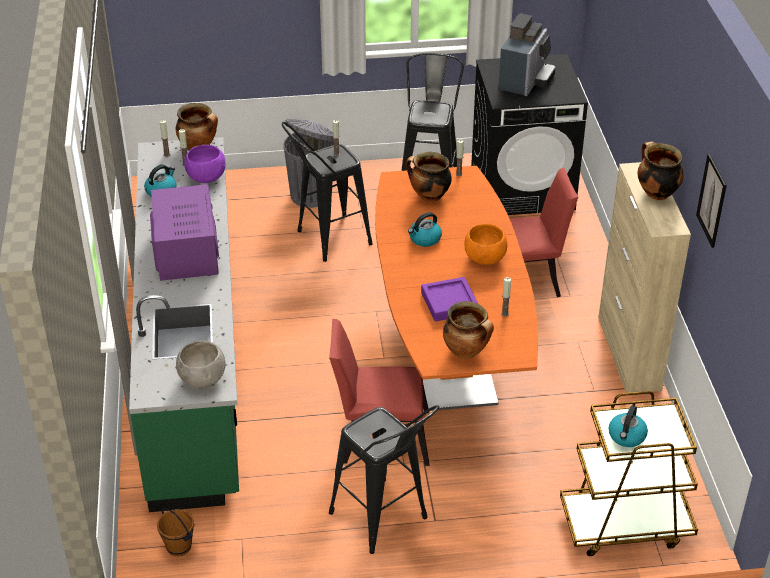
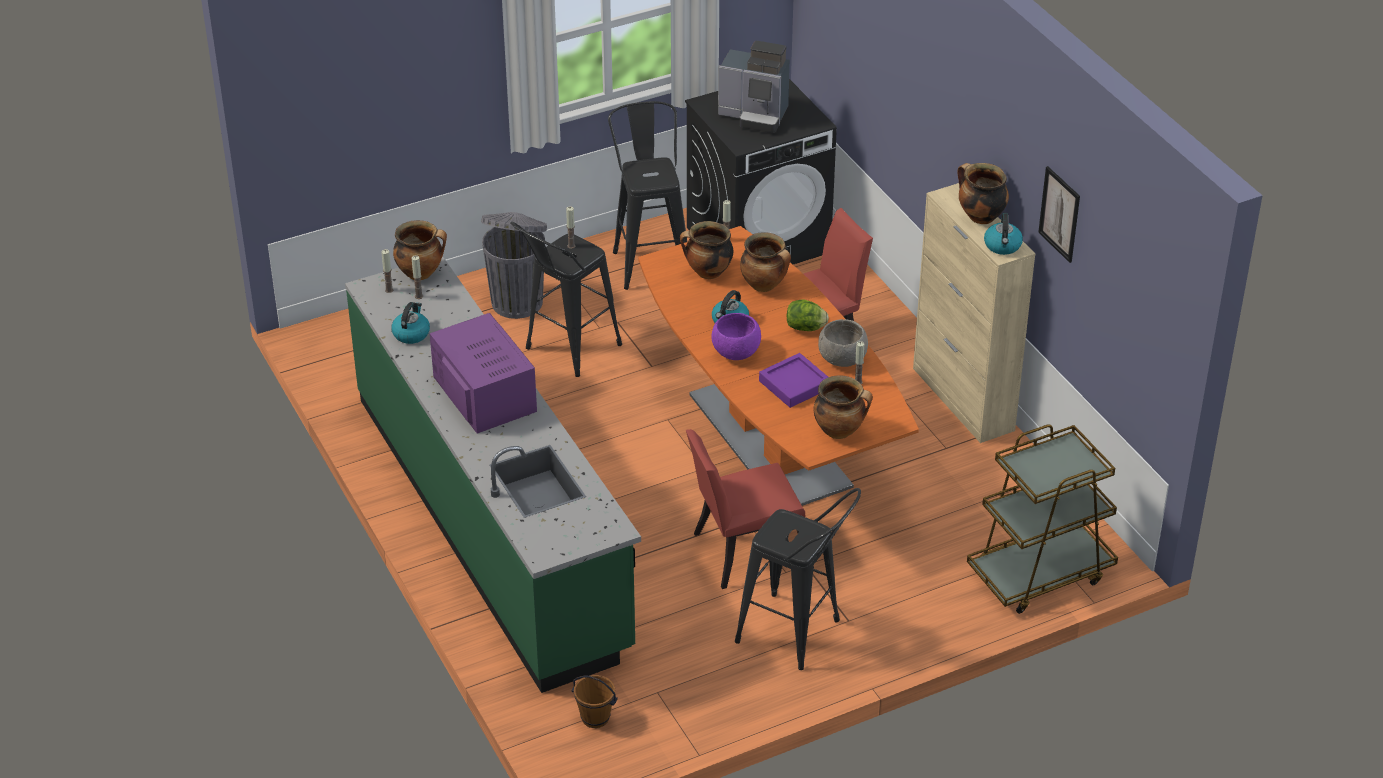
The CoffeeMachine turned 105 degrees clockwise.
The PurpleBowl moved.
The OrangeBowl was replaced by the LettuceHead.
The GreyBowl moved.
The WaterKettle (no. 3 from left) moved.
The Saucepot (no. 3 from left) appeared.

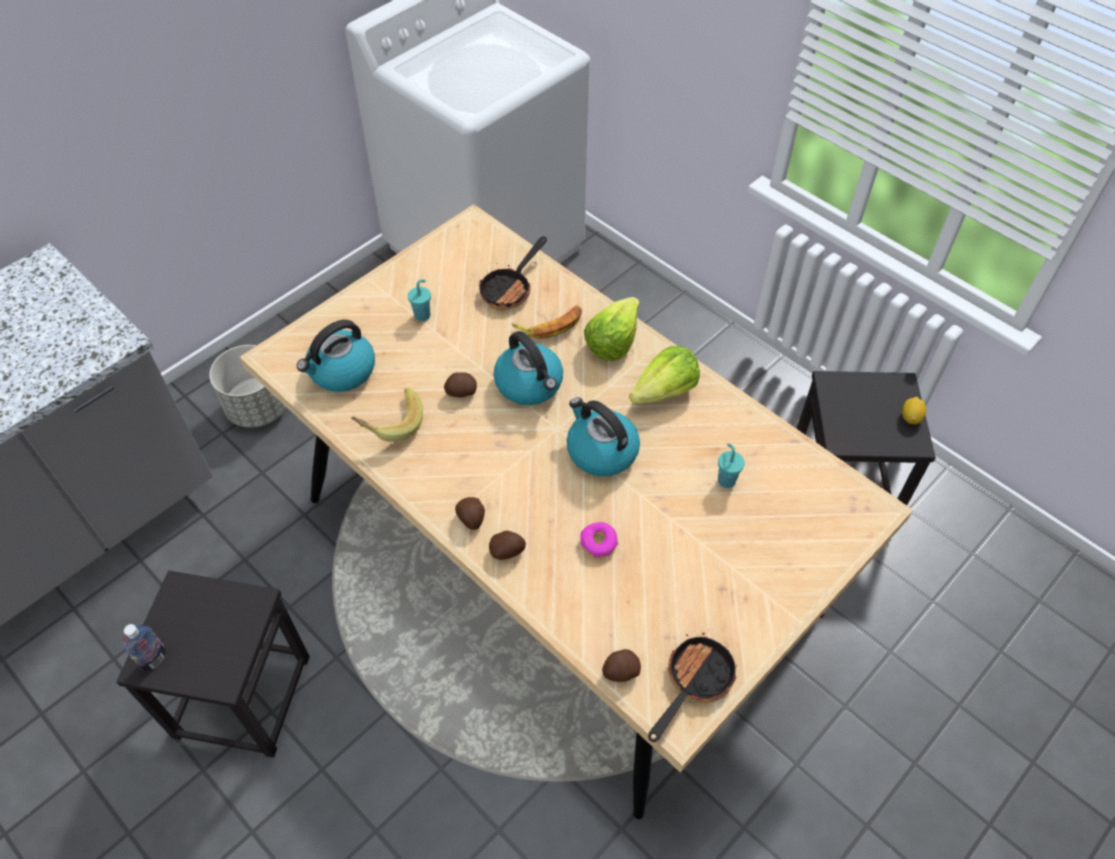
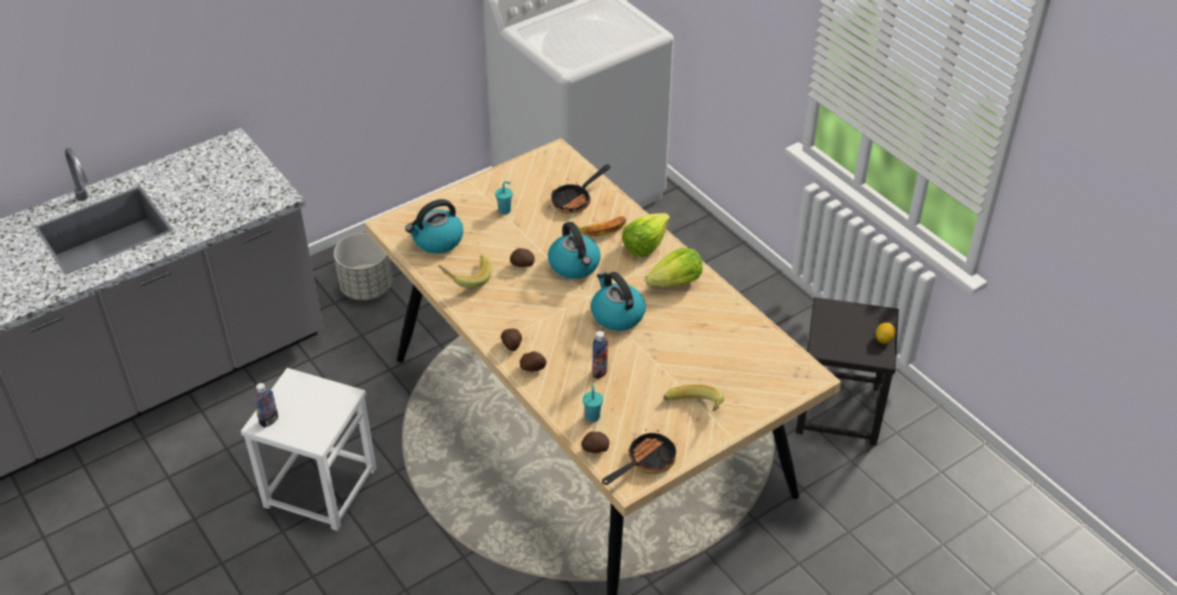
The BlueGreenCup (no. 2 from left) moved.
The Donut was replaced by the BeverageBottle (no. 2 from left).
The BlackishSittingStool (no. 1 from left) became the WhiteColouredSittingStool.
The WholeBanana (no. 3 from left) appeared.

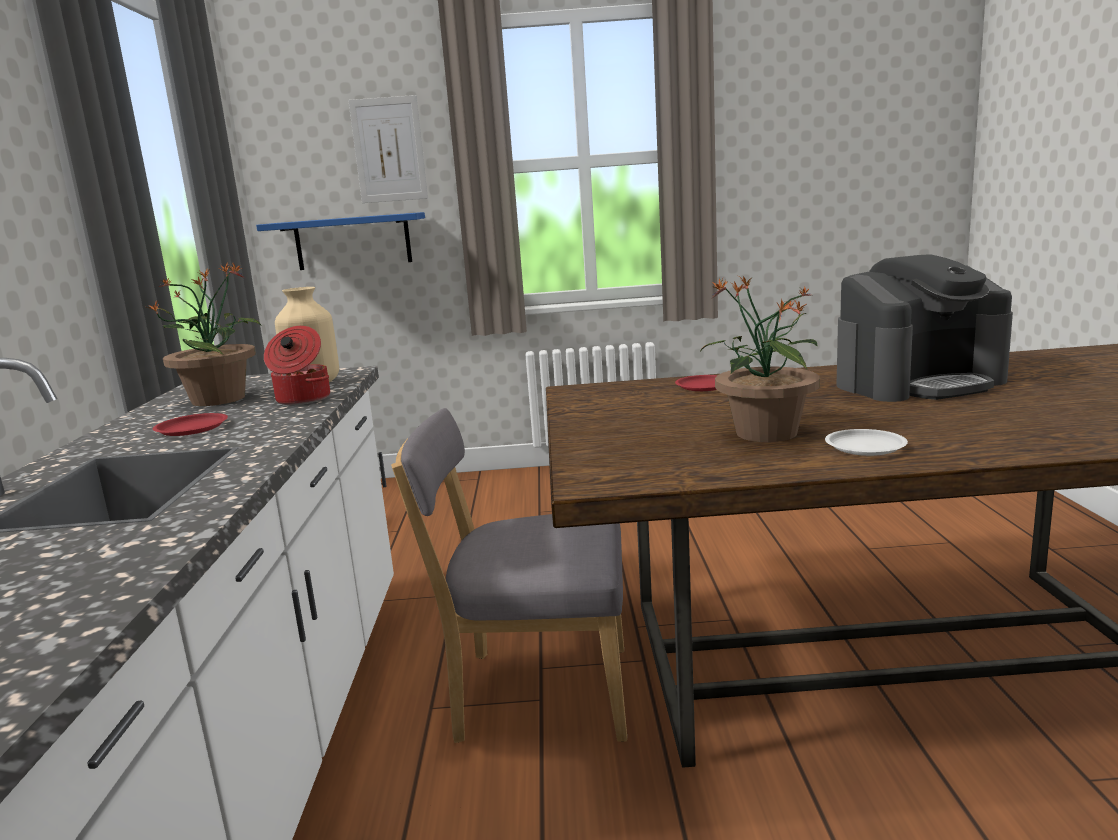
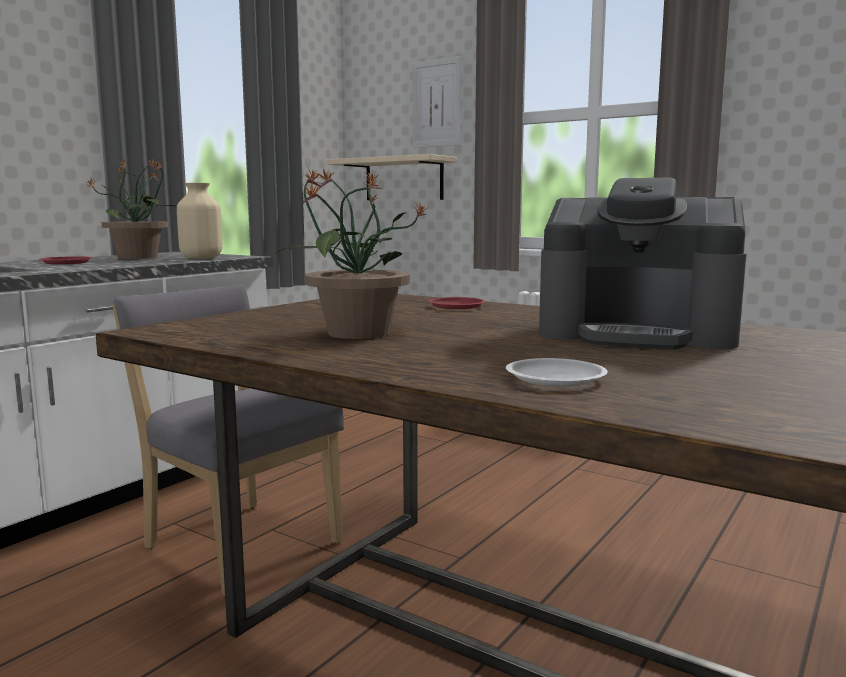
The BluishShelf became the SandColouredShelf.
The Saucepot disappeared.
The WhiteColouredFlatDish moved.

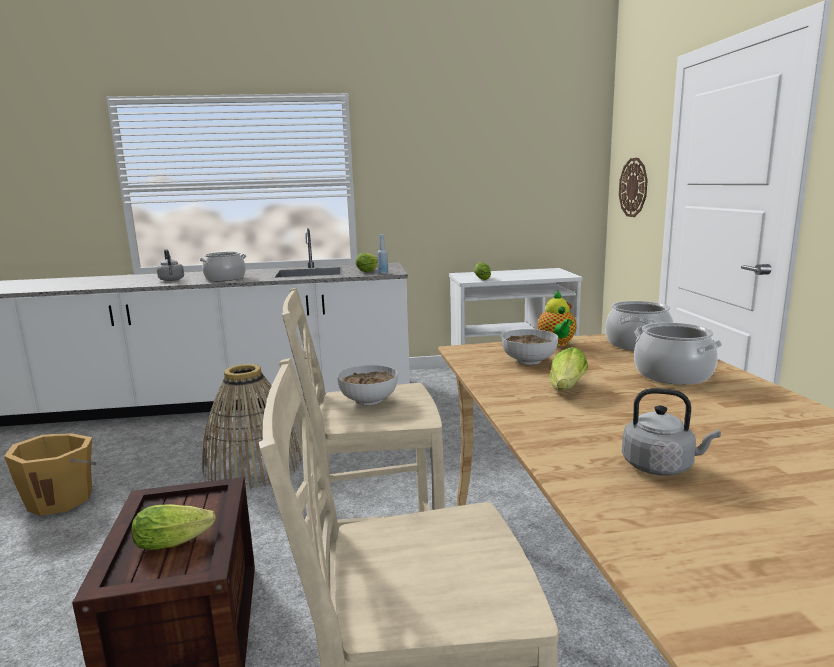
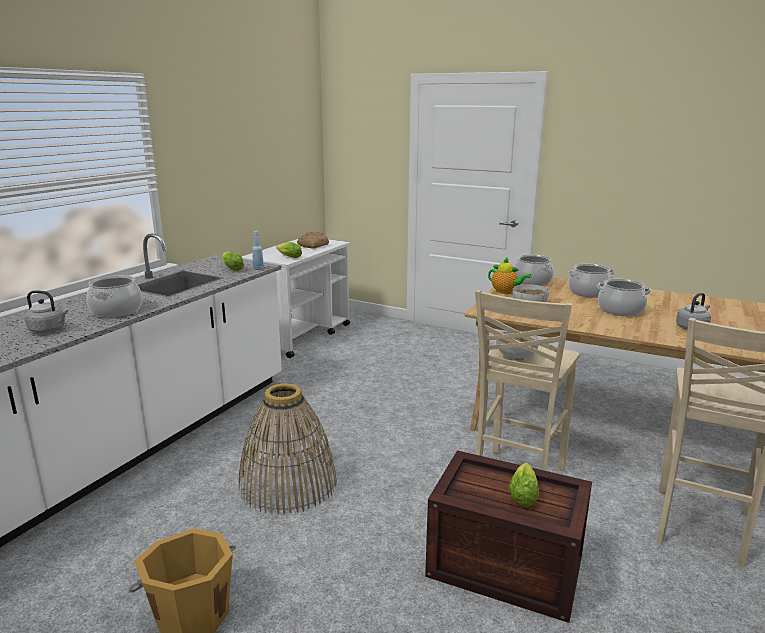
The WallClock disappeared.
The LettuceHead (no. 4 from left) disappeared.
The BakeryBread appeared.
The Saucepot (no. 4 from left) appeared.

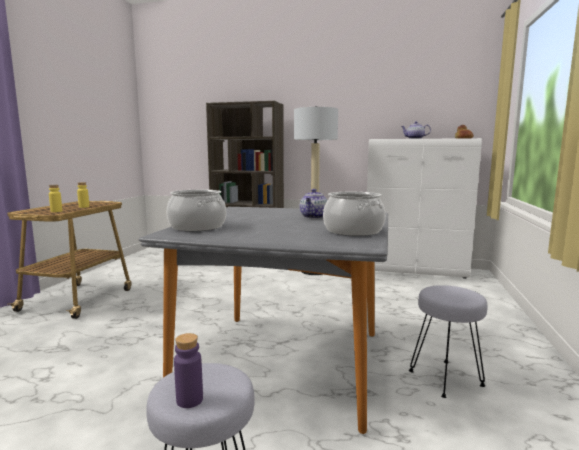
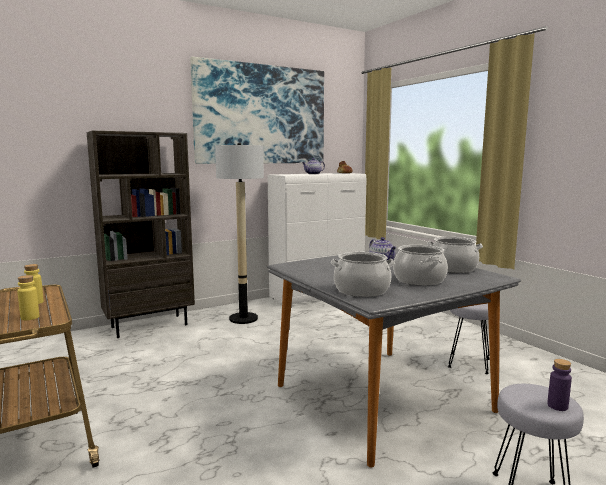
The WallPicture appeared.
The Saucepot (no. 2 from left) appeared.

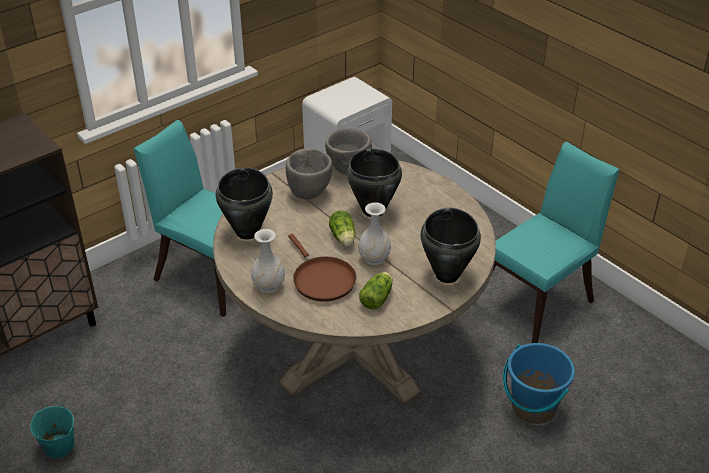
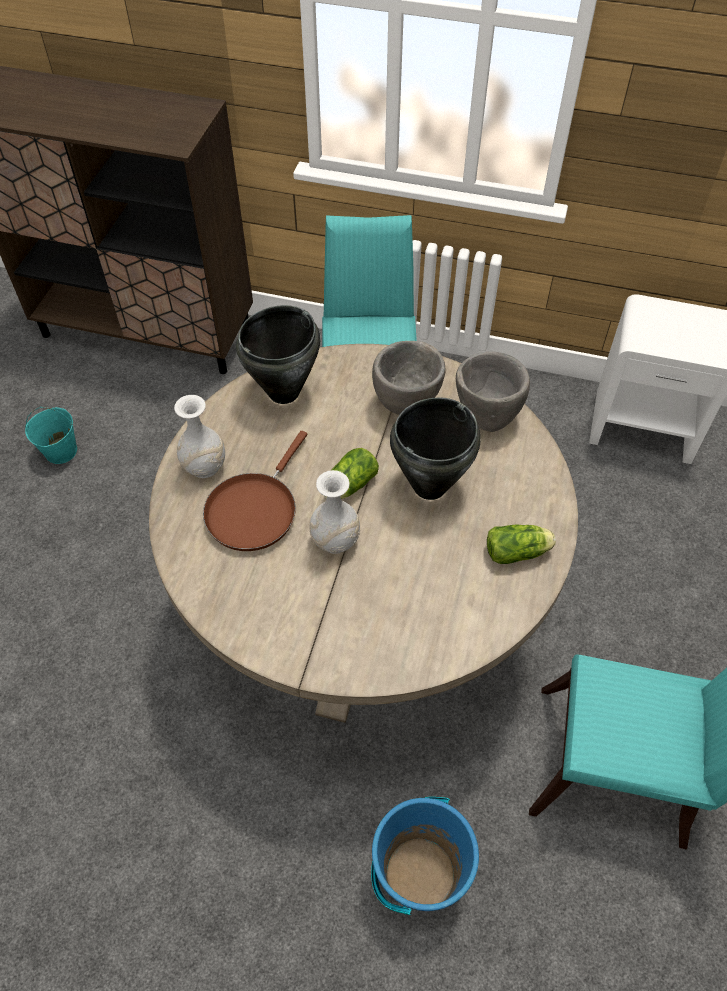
The BlackishSaucepot (no. 3 from left) disappeared.
The LettuceHead (no. 2 from left) moved.

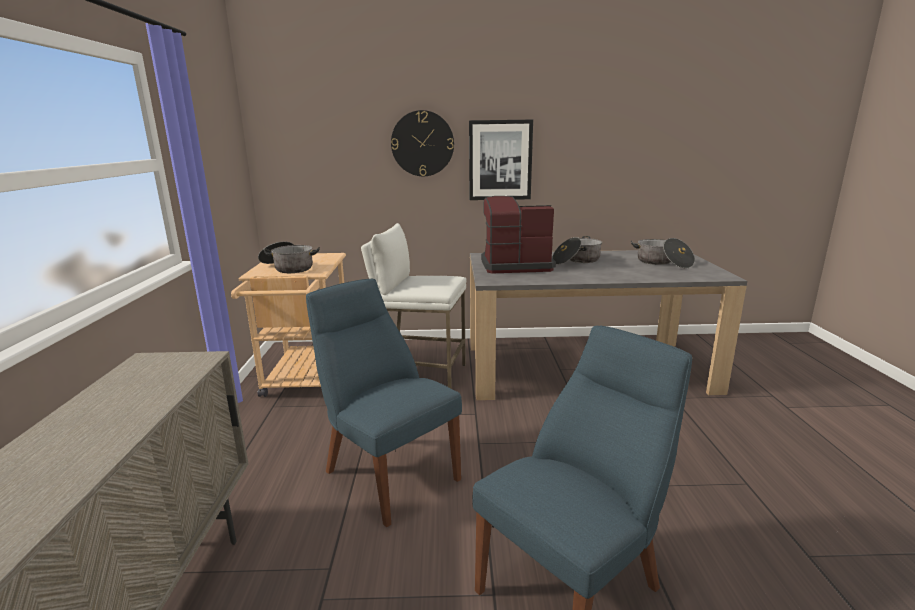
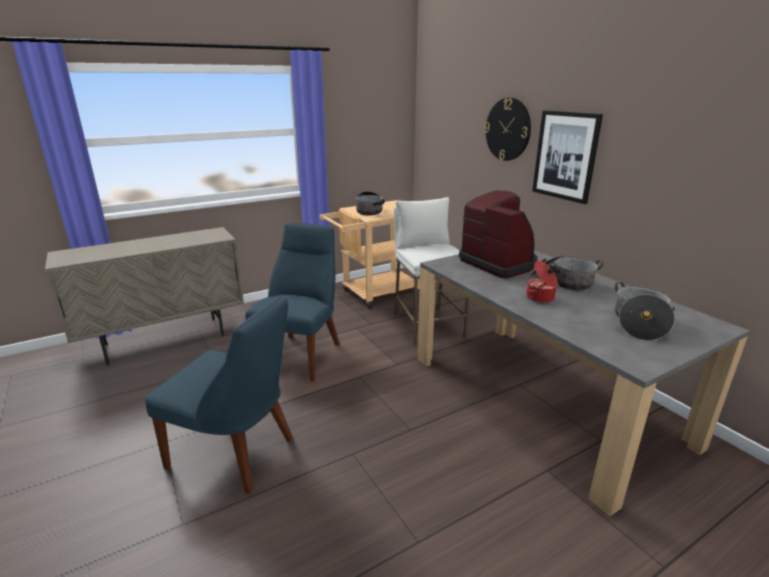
The Saucepot (no. 2 from left) appeared.

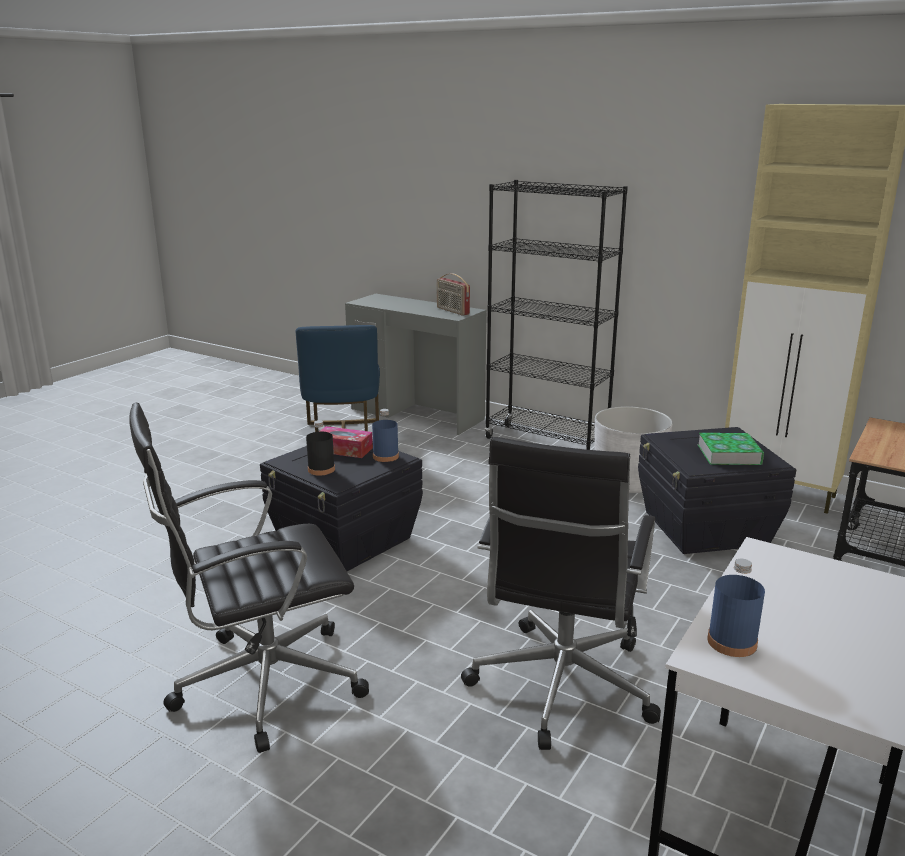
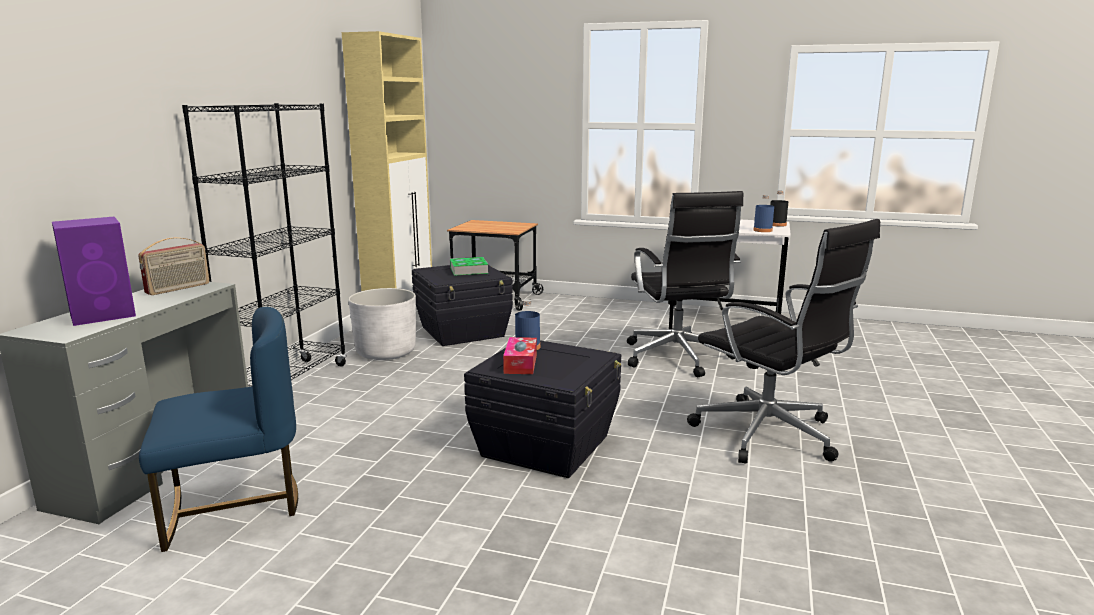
The BlackishBeverageBottle moved.
The BlackishOfficeChair (no. 2 from left in the first image) turned 75 degrees clockwise.
The PurpleLoudspeaker appeared.

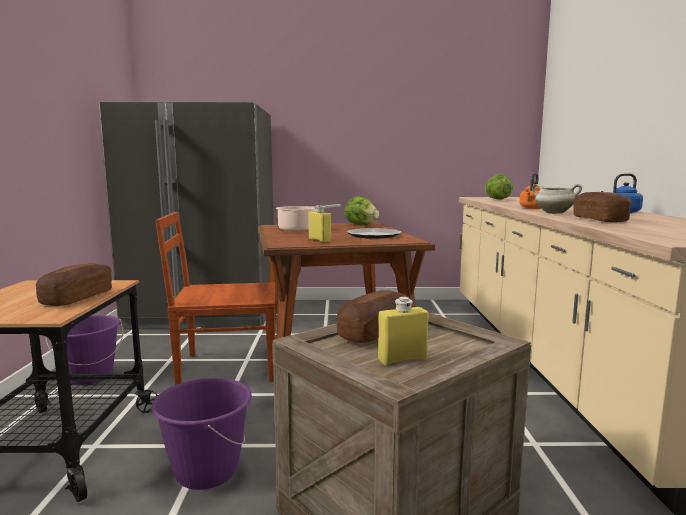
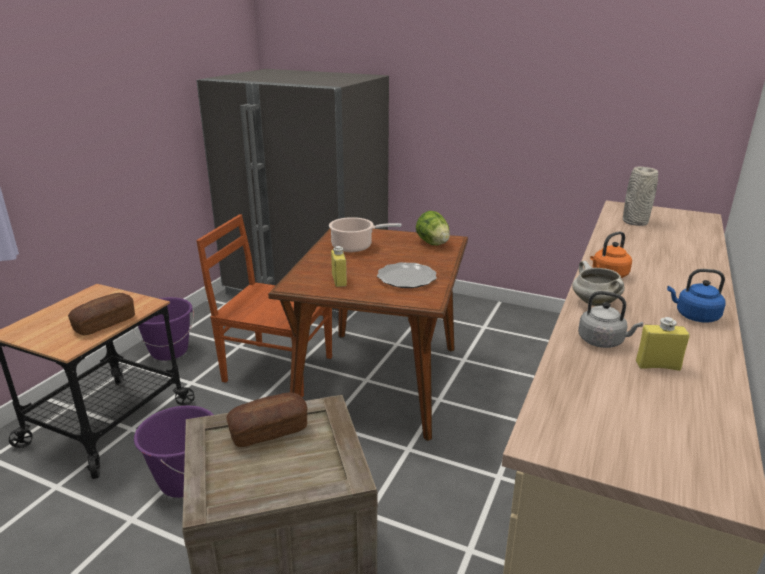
The LettuceHead (no. 2 from left) was replaced by the GreyVase.
The BakeryBread (no. 3 from left) was replaced by the GreyWaterKettle.
The YellowBeverageBottle (no. 2 from left) moved.

